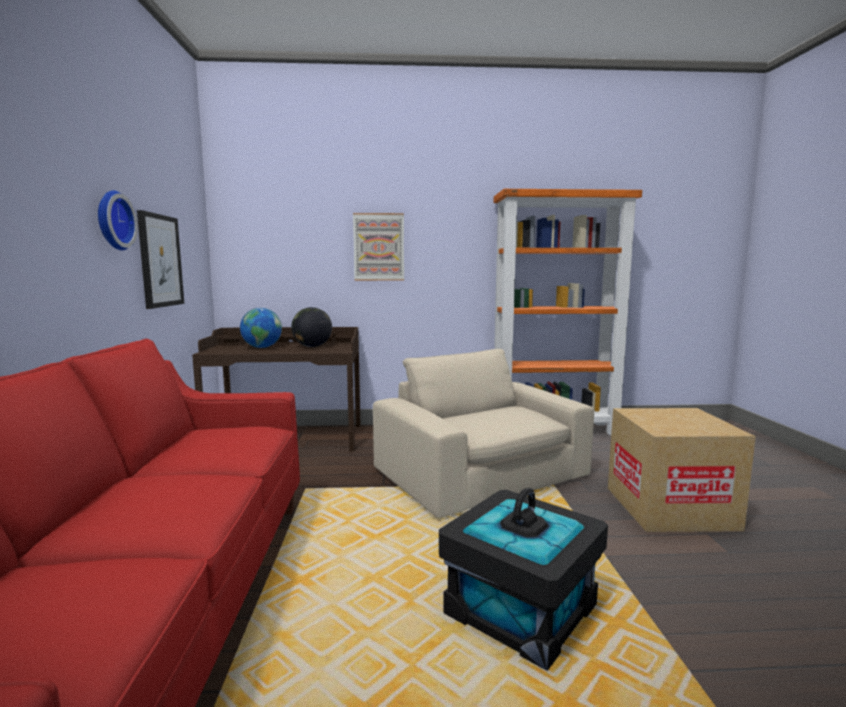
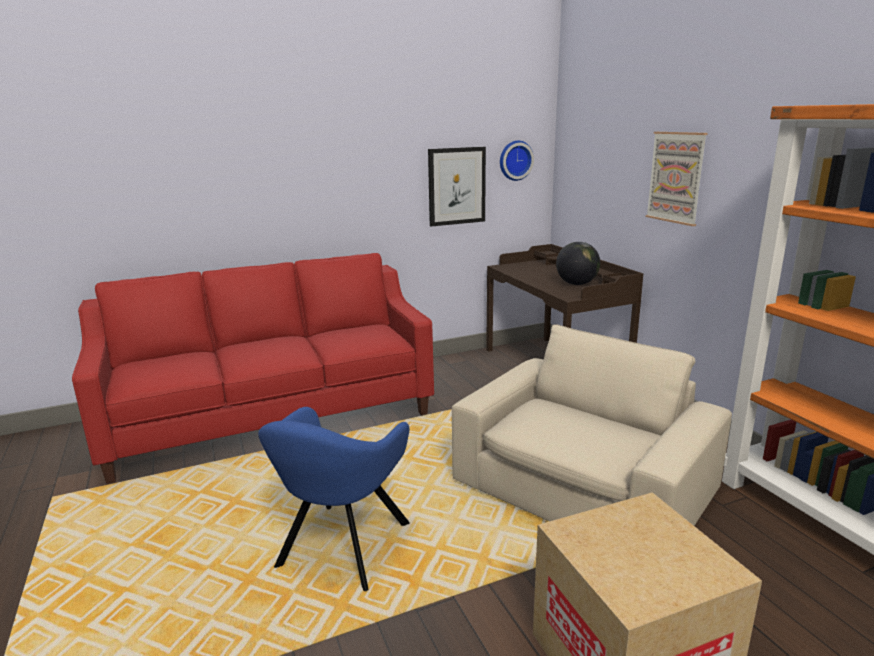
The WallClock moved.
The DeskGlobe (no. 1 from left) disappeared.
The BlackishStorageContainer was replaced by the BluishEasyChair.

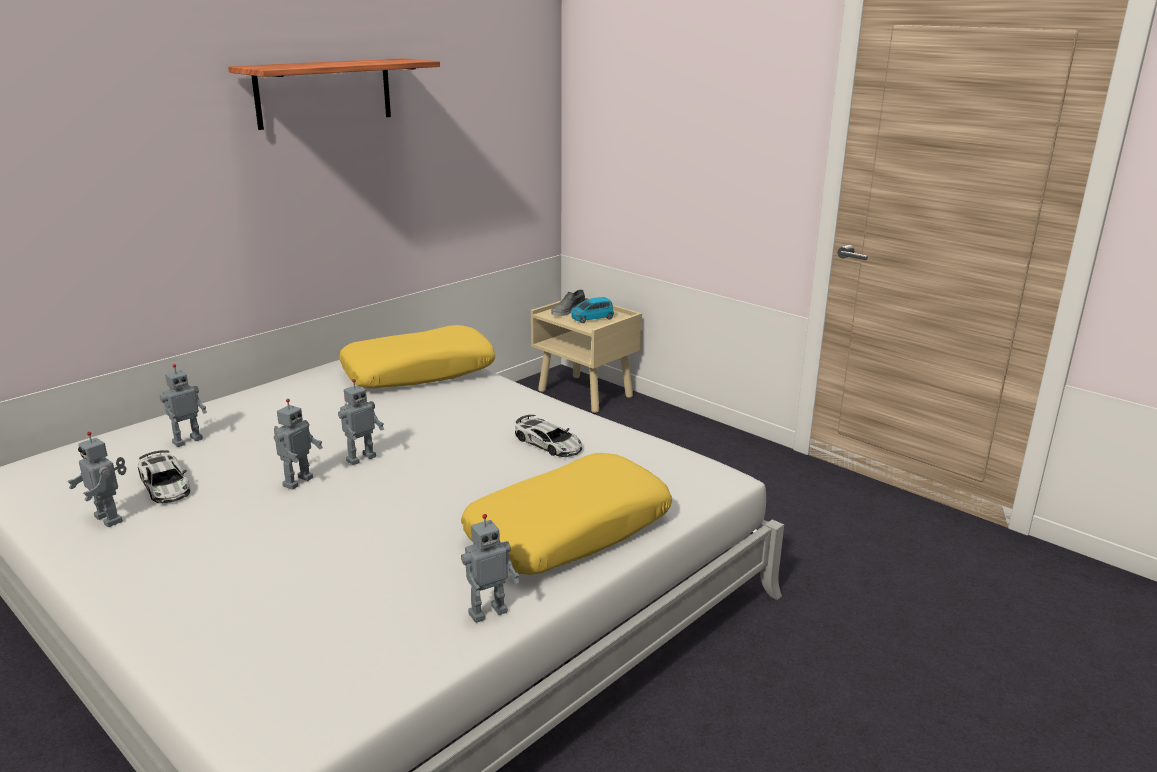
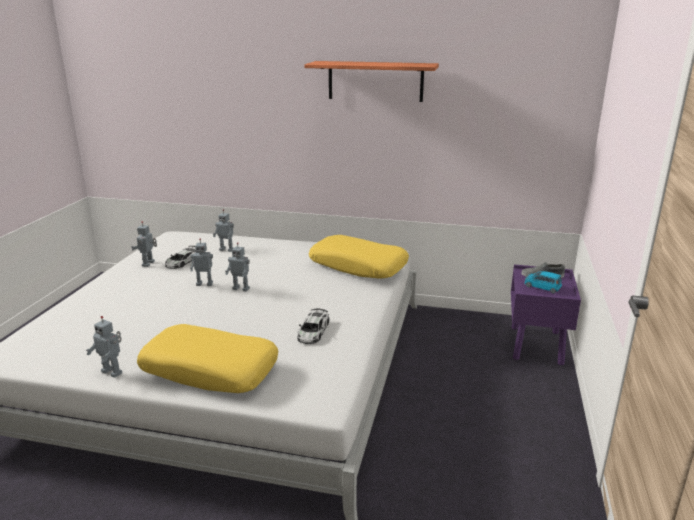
The SandColouredNightstand became the PurpleNightstand.

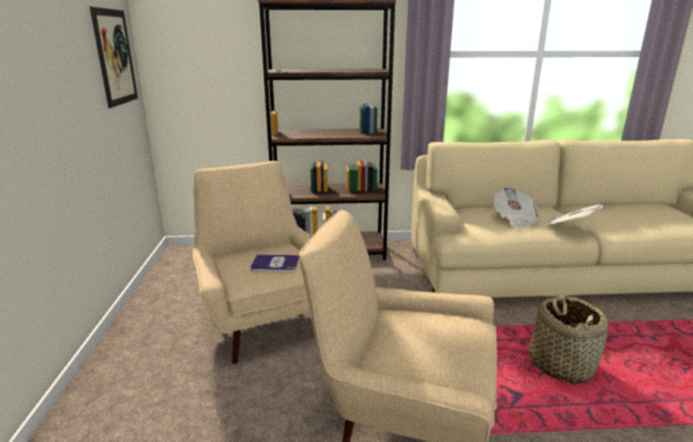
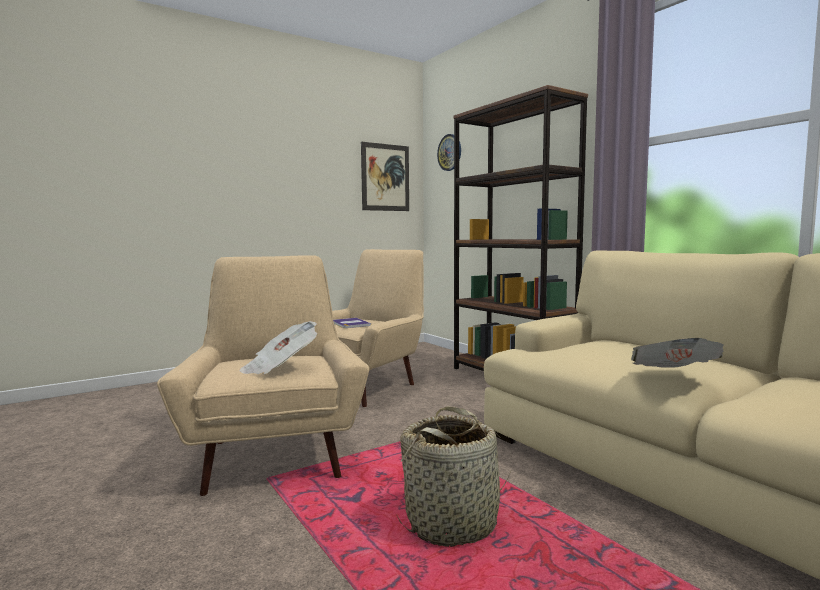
The Newspaper (no. 1 from left) moved.
The WallClock appeared.

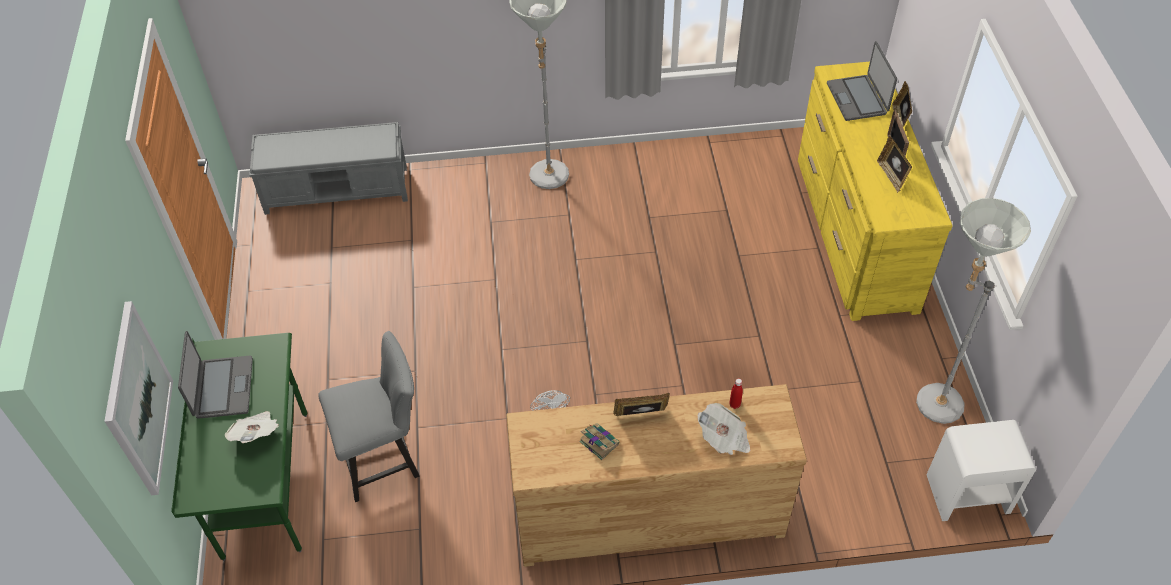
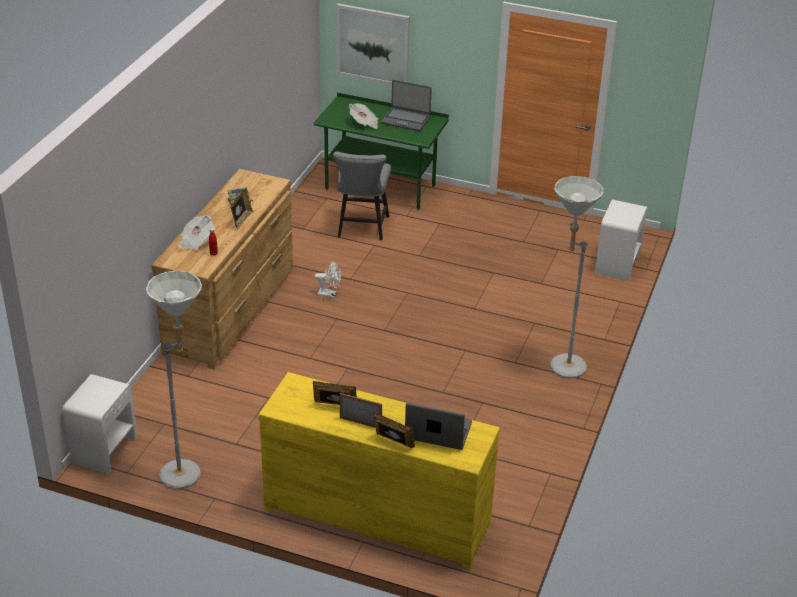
The GreyIndoorBench was replaced by the WhiteColouredNightstand (no. 2 from left).

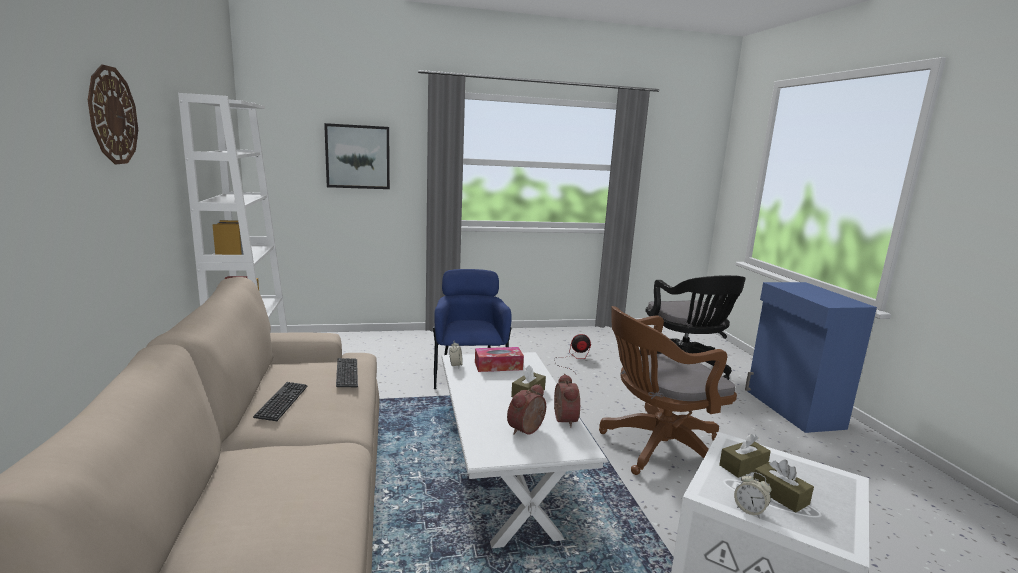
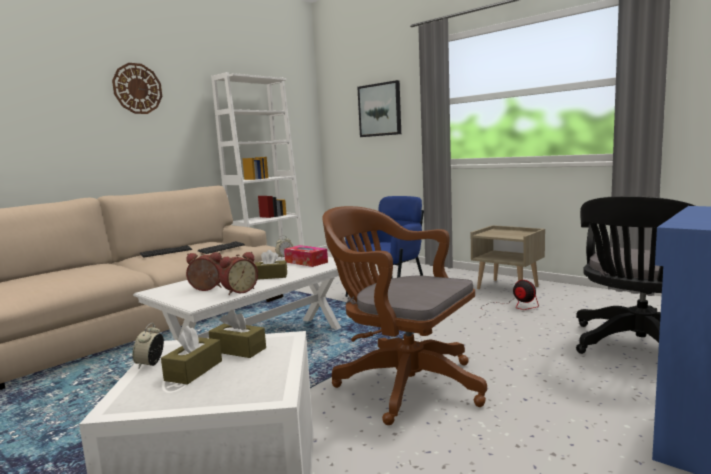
The SandColouredNightstand appeared.

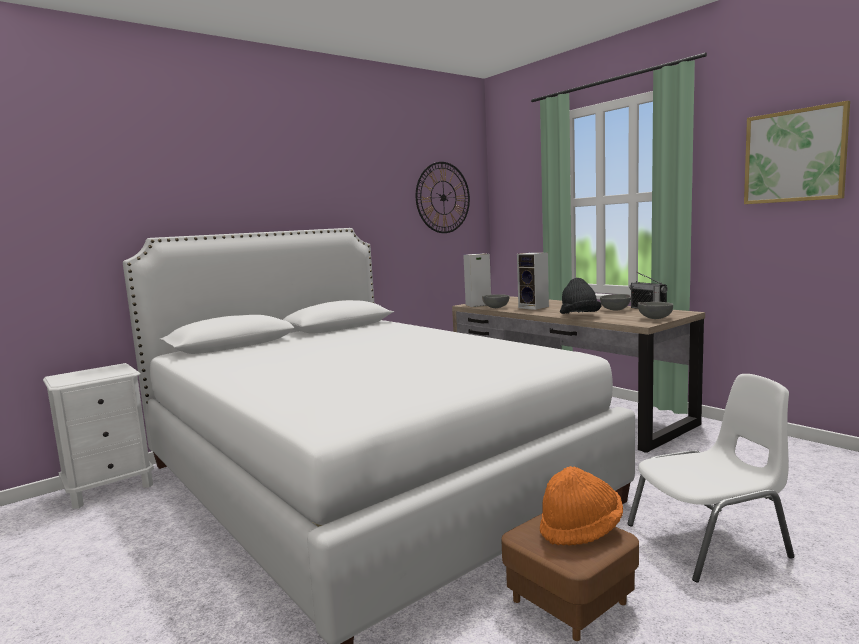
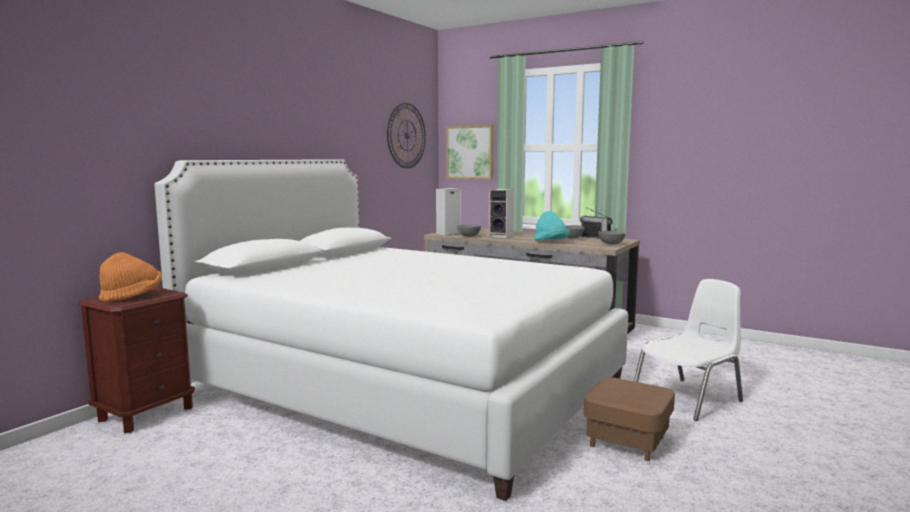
The WallPicture moved.
The BlackishHat became the BlueGreenHat.
The WhiteColouredNightstand became the BrownColouredNightstand.
The OrangeHat moved.

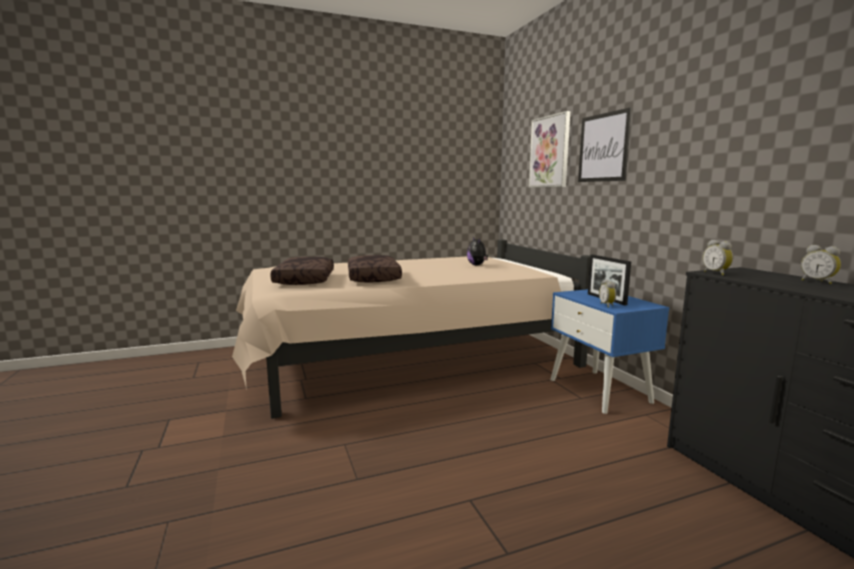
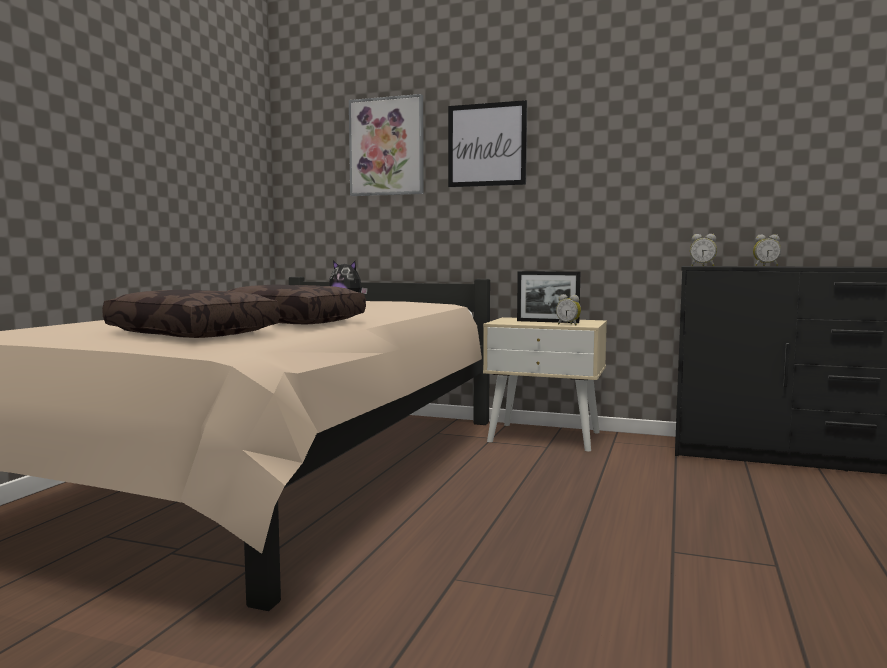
The BluishNightstand became the SandColouredNightstand.

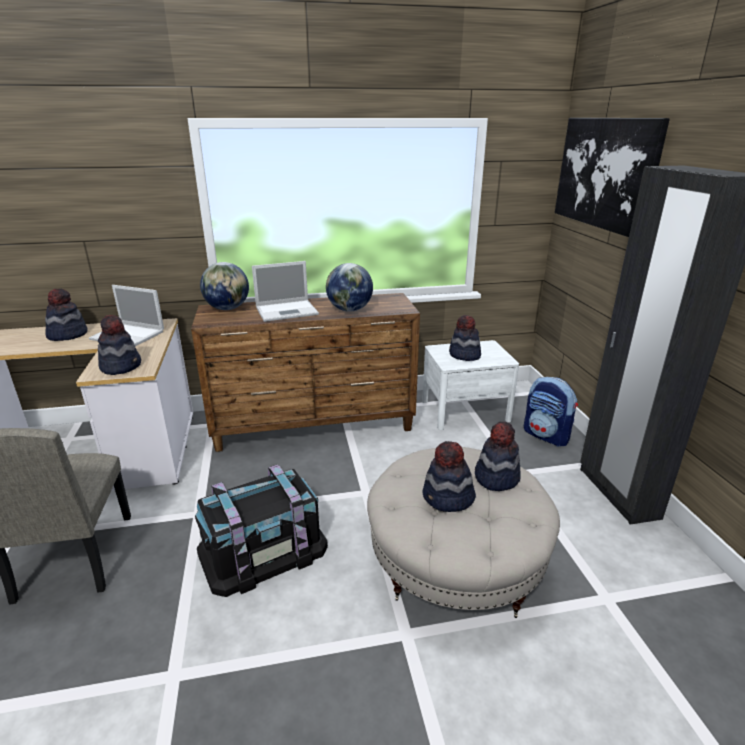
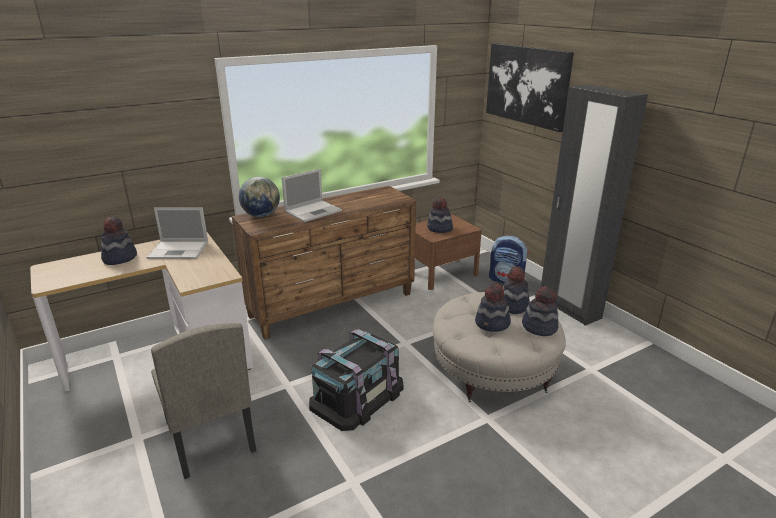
The DeskGlobe (no. 2 from left) disappeared.
The Hat (no. 2 from left in the first image) moved.
The WhiteColouredNightstand became the BrownColouredNightstand.

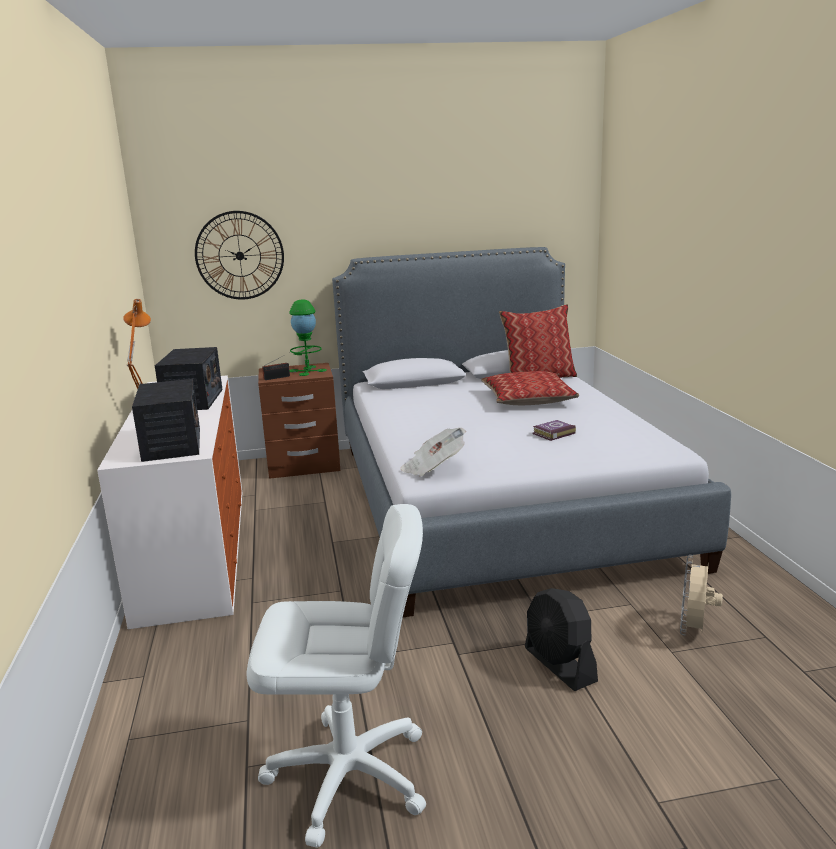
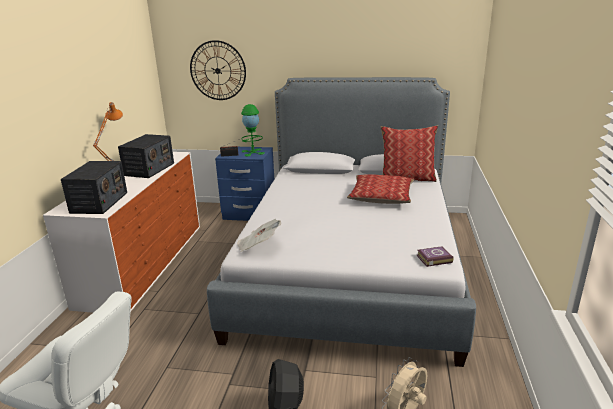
The BrownColouredNightstand became the BluishNightstand.
The Book moved.

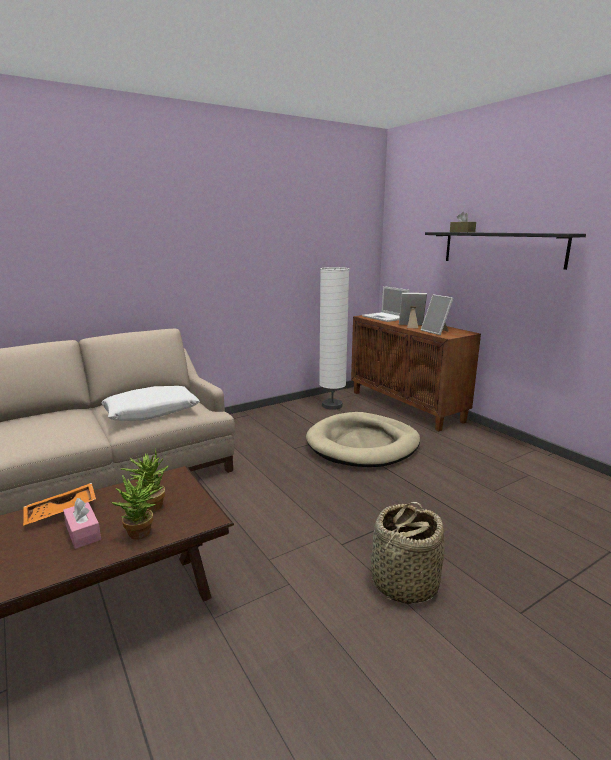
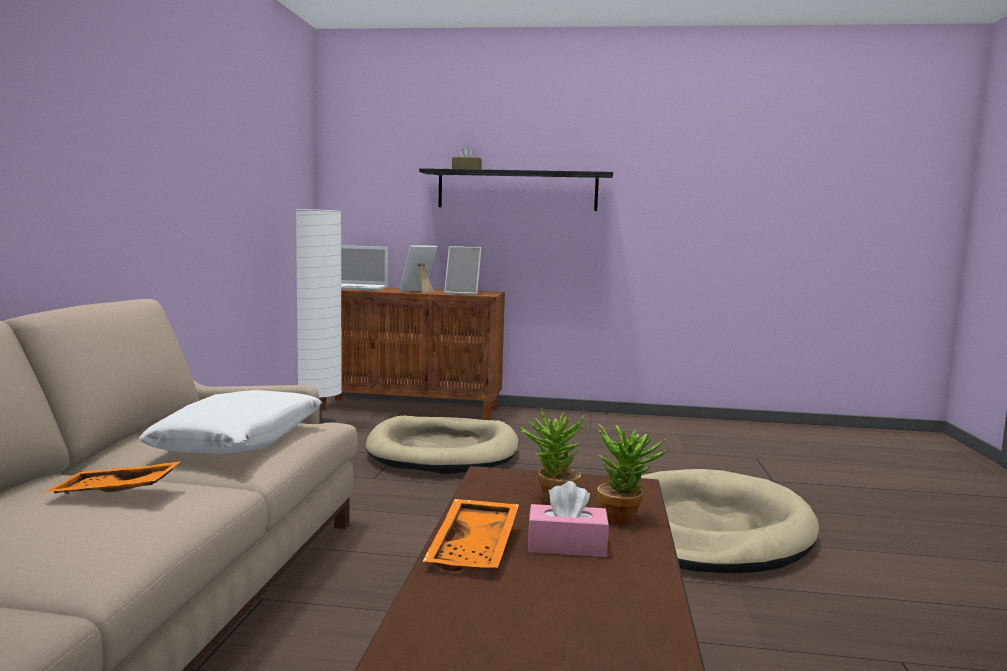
The HouseholdBasket was replaced by the SandColouredPetBed (no. 2 from left).
The OrangeTray (no. 1 from left) appeared.

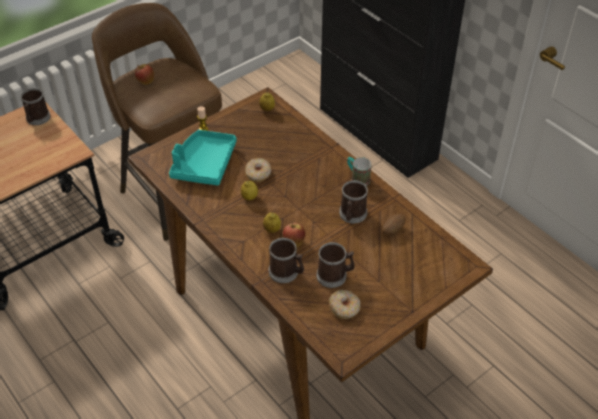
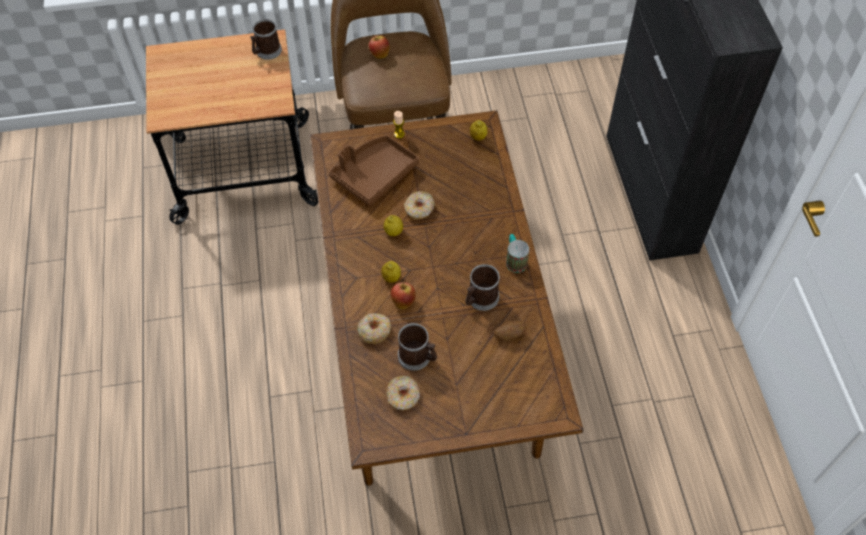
The BlueGreenTray became the BrownColouredTray.
The Mug (no. 2 from left) was replaced by the Donut (no. 1 from left).

